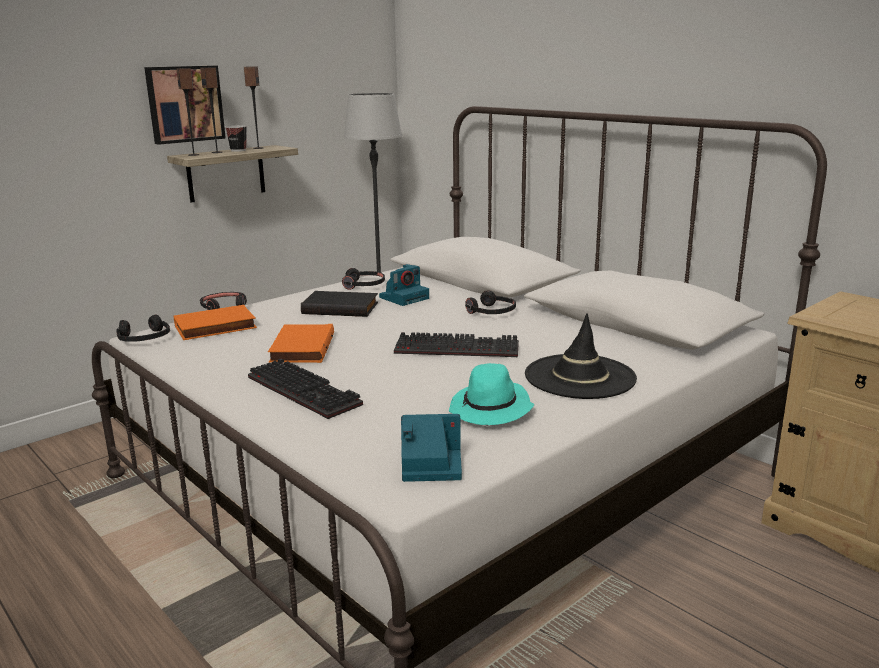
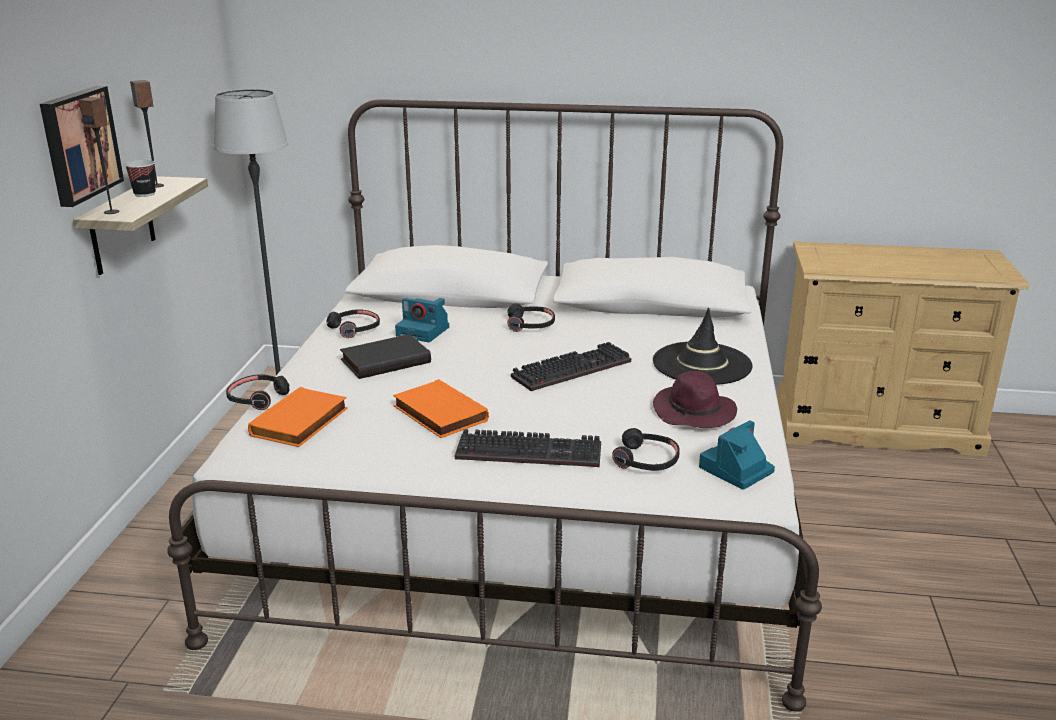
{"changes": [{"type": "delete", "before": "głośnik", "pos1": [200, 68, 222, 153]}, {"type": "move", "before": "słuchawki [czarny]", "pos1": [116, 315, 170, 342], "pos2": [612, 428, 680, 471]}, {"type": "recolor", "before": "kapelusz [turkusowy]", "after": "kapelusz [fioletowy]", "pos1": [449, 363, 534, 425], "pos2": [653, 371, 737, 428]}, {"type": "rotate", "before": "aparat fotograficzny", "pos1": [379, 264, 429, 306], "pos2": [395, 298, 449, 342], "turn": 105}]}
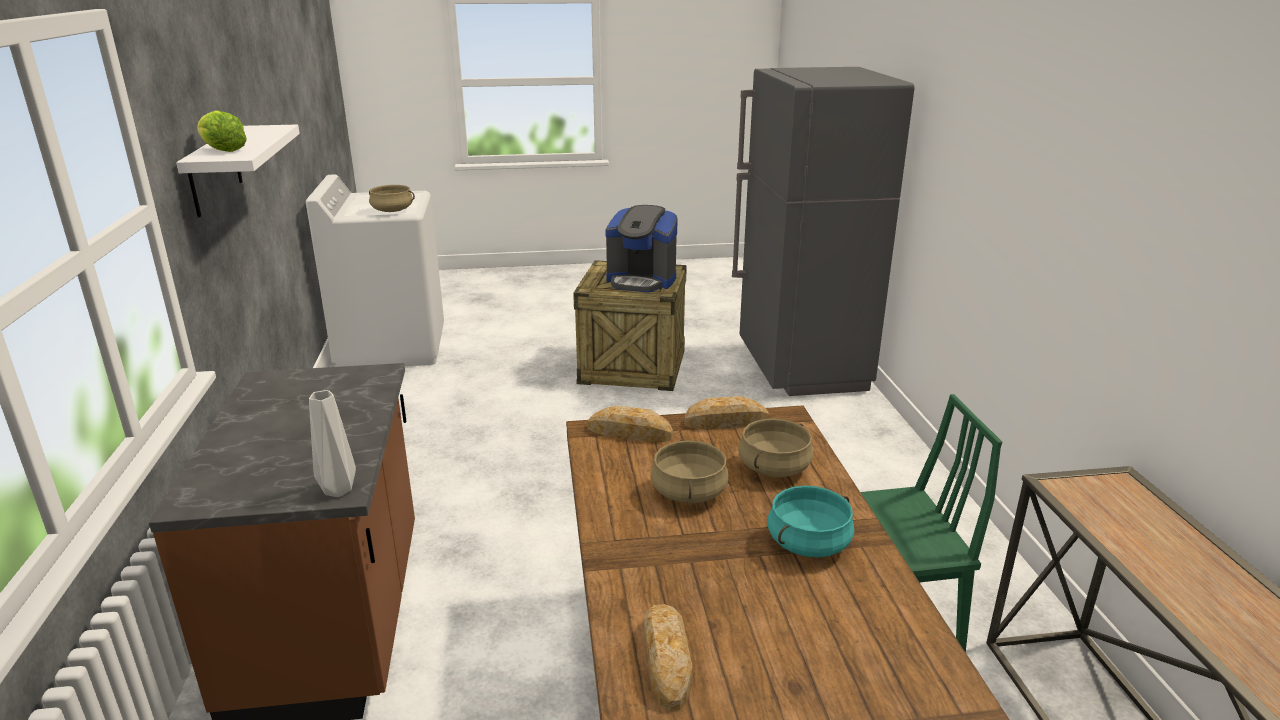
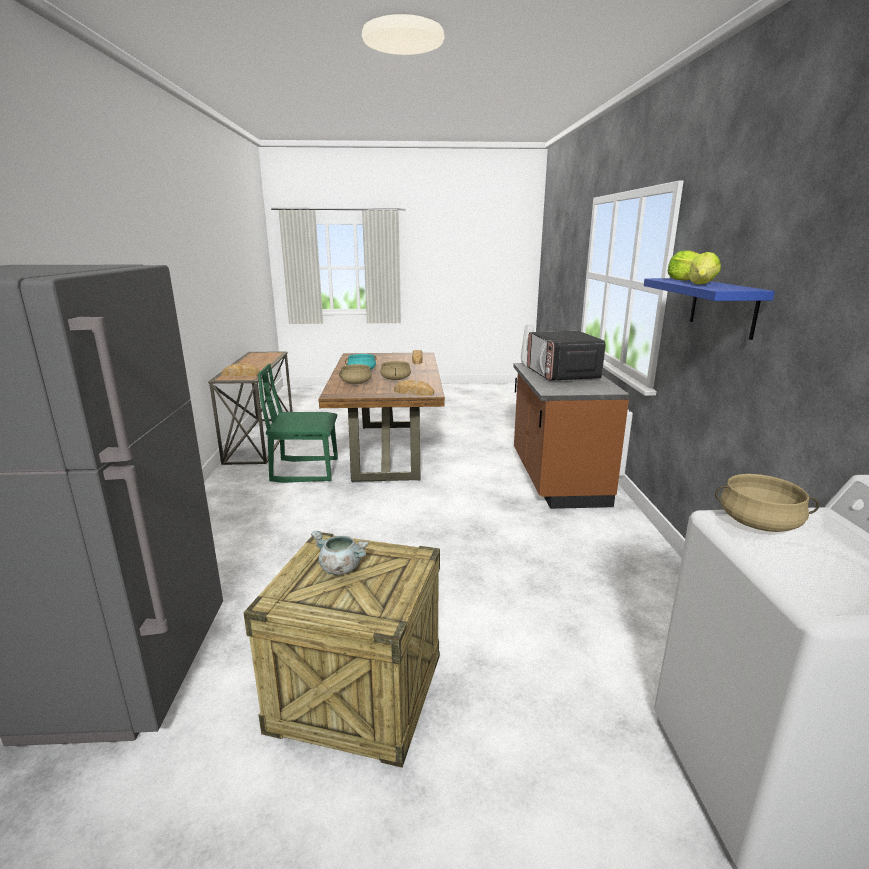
{"changes": [{"type": "insert", "after": "mikrofalówka", "pos2": [527, 331, 605, 381]}, {"type": "insert", "after": "sałata", "pos2": [688, 252, 721, 284]}, {"type": "move", "before": "chleb", "pos1": [684, 396, 769, 430], "pos2": [221, 364, 260, 376]}, {"type": "replace", "before": "ekspres do kawy", "after": "garnek [szary]", "pos1": [606, 205, 678, 293], "pos2": [311, 531, 369, 575]}, {"type": "recolor", "before": "półka [biały]", "after": "półka [niebieski]", "pos1": [176, 124, 300, 217], "pos2": [644, 278, 775, 340]}]}
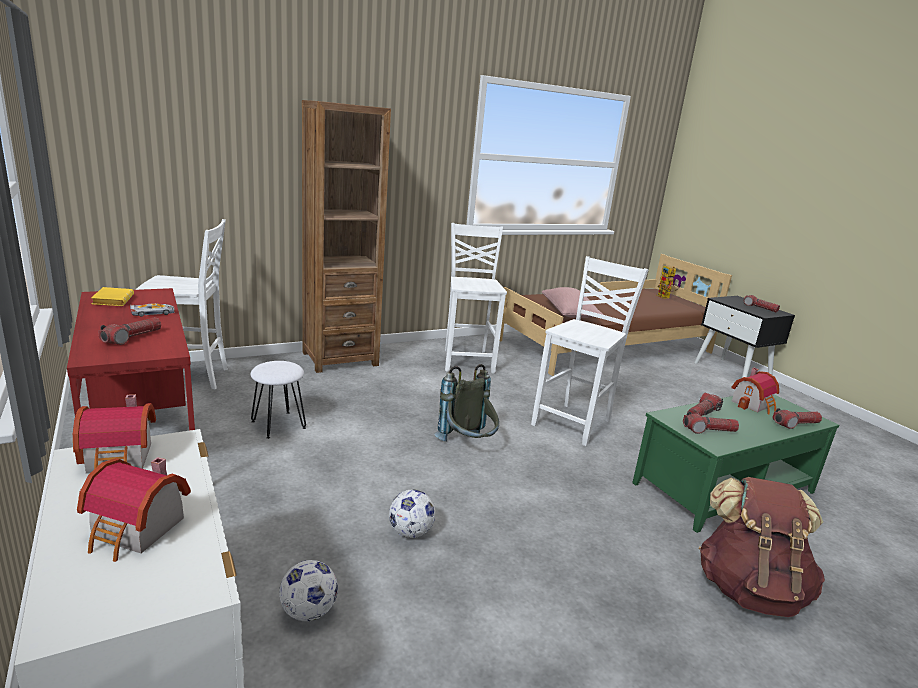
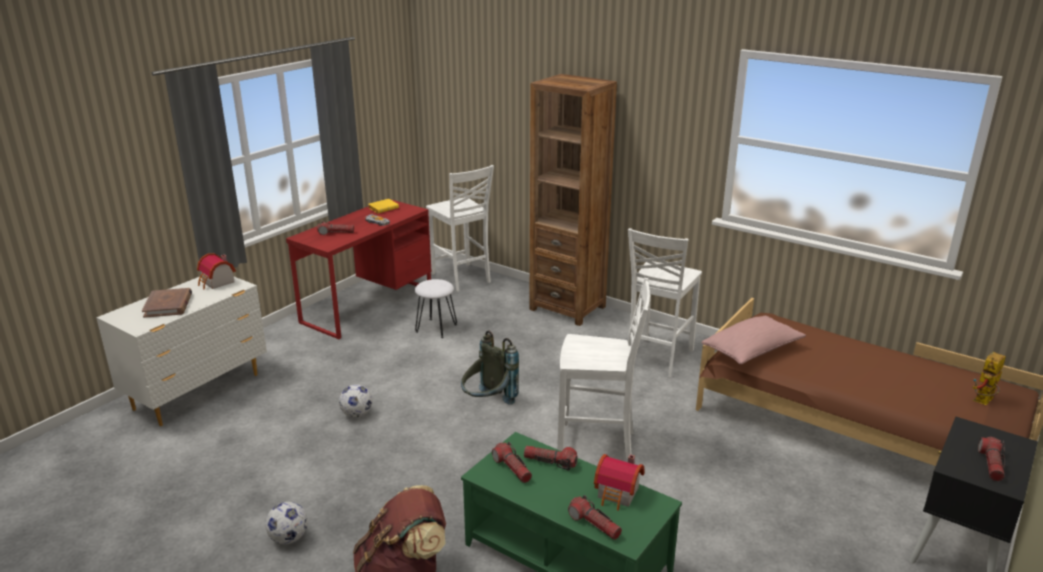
{"changes": [{"type": "move", "before": "piłka futbolowa", "pos1": [279, 560, 338, 621], "pos2": [265, 502, 308, 544]}, {"type": "replace", "before": "domek", "after": "książka [brązowy]", "pos1": [77, 457, 191, 562], "pos2": [142, 288, 192, 318]}, {"type": "rotate", "before": "krzesło [biały]", "pos1": [445, 223, 507, 374], "pos2": [628, 228, 702, 377], "turn": 150}]}
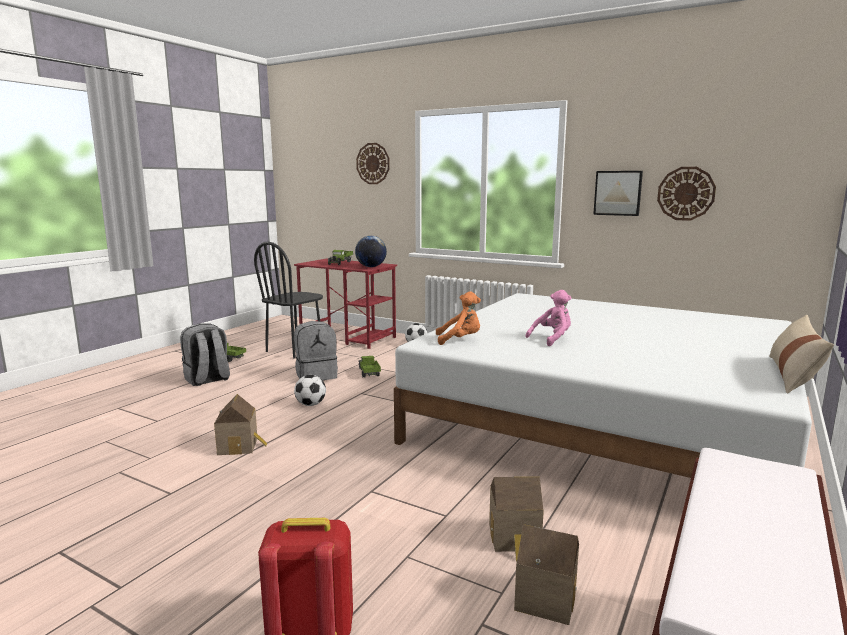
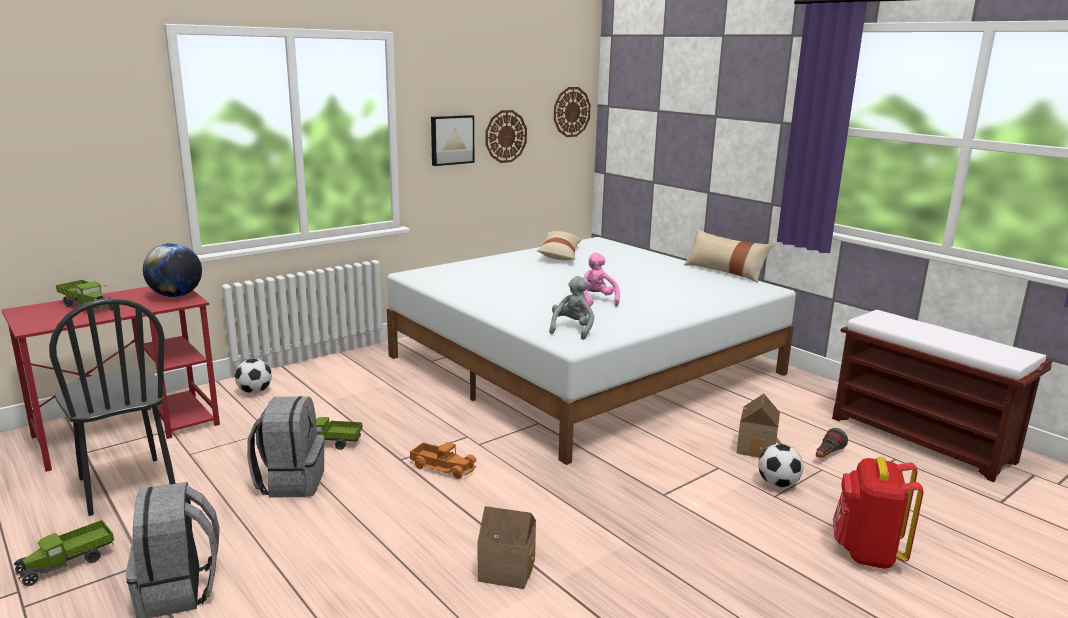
{"changes": [{"type": "insert", "after": "ciężarówka zabawkowa", "pos2": [410, 442, 476, 479]}, {"type": "insert", "after": "poduszka [beżowy]", "pos2": [537, 231, 582, 260]}, {"type": "move", "before": "piłka futbolowa", "pos1": [294, 375, 326, 406], "pos2": [758, 444, 803, 488]}, {"type": "move", "before": "zegar ścienny", "pos1": [356, 143, 390, 184], "pos2": [554, 87, 591, 137]}, {"type": "replace", "before": "domek", "after": "latarka", "pos1": [514, 524, 579, 625], "pos2": [816, 428, 848, 458]}, {"type": "recolor", "before": "pluszak [pomarańczowy]", "after": "pluszak [szary]", "pos1": [436, 291, 481, 345], "pos2": [549, 276, 594, 340]}]}
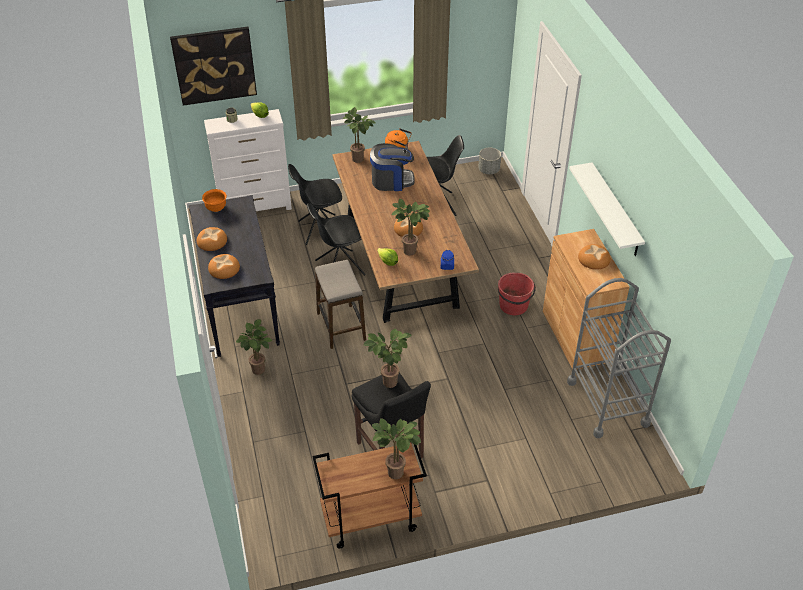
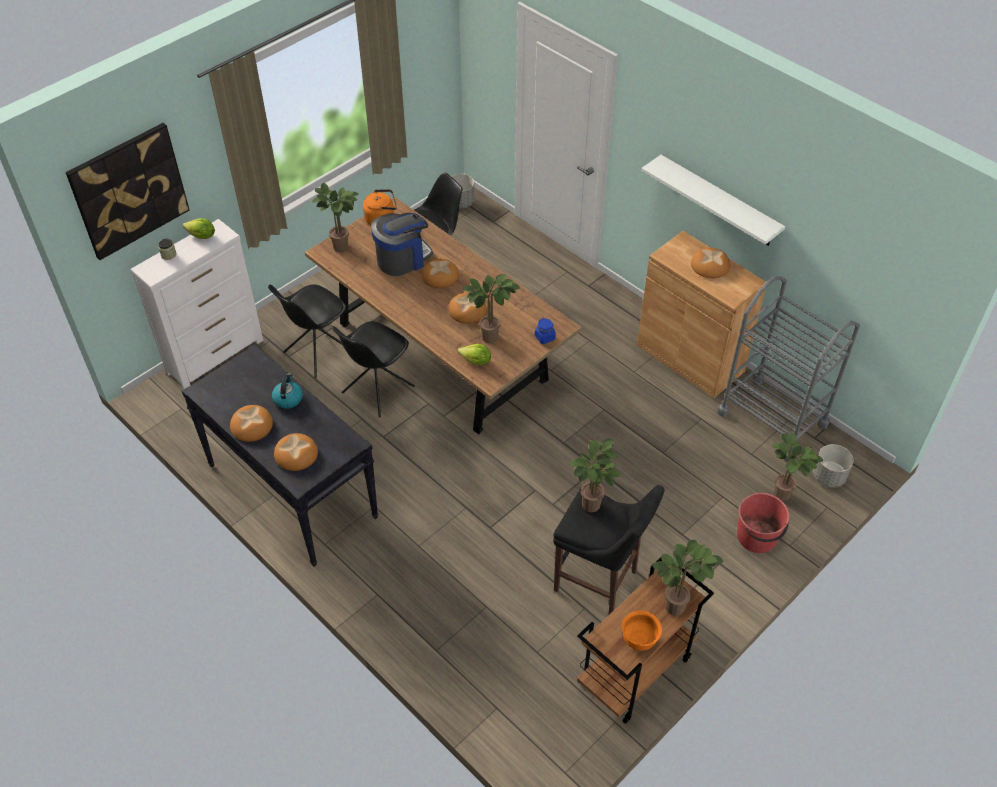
{"changes": [{"type": "delete", "before": "stołek", "pos1": [315, 260, 366, 349]}, {"type": "insert", "after": "czajnik", "pos2": [272, 373, 303, 409]}, {"type": "insert", "after": "chleb", "pos2": [422, 259, 459, 288]}, {"type": "insert", "after": "donica [szary]", "pos2": [813, 444, 854, 488]}, {"type": "move", "before": "miska [pomarańczowy]", "pos1": [202, 189, 227, 212], "pos2": [622, 611, 662, 651]}, {"type": "move", "before": "roślina doniczkowa", "pos1": [236, 319, 272, 375], "pos2": [772, 433, 823, 501]}, {"type": "move", "before": "wiadro [czerwony]", "pos1": [498, 272, 536, 315], "pos2": [737, 493, 790, 553]}]}
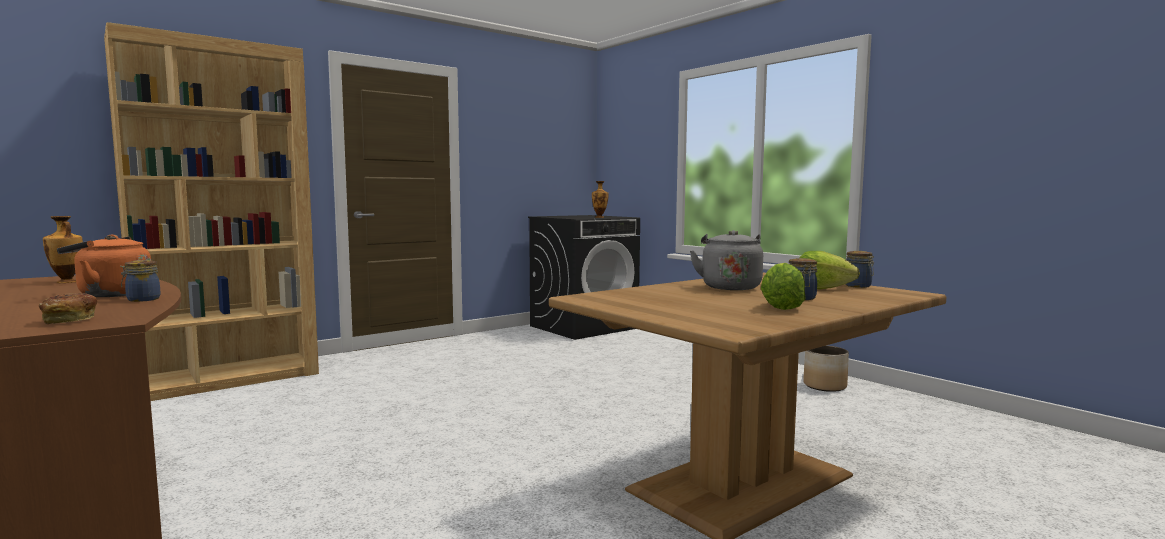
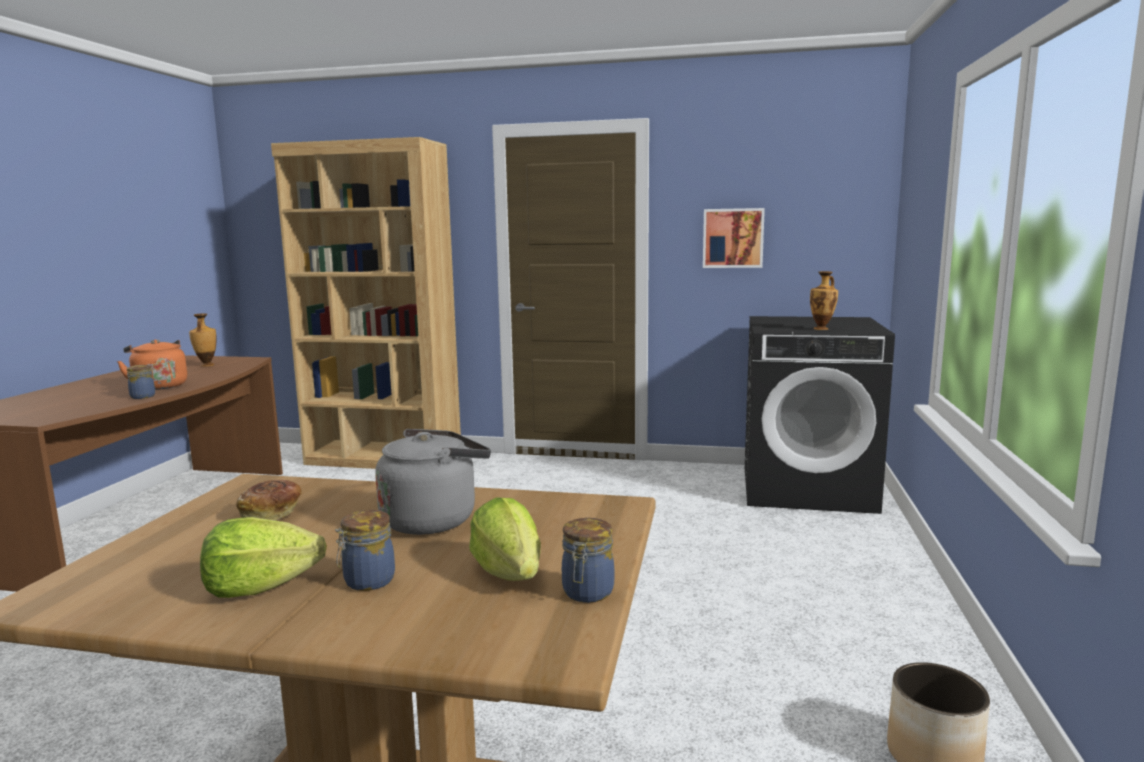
{"changes": [{"type": "insert", "after": "obraz", "pos2": [703, 208, 765, 268]}, {"type": "move", "before": "chleb", "pos1": [39, 293, 97, 324], "pos2": [236, 480, 302, 520]}]}
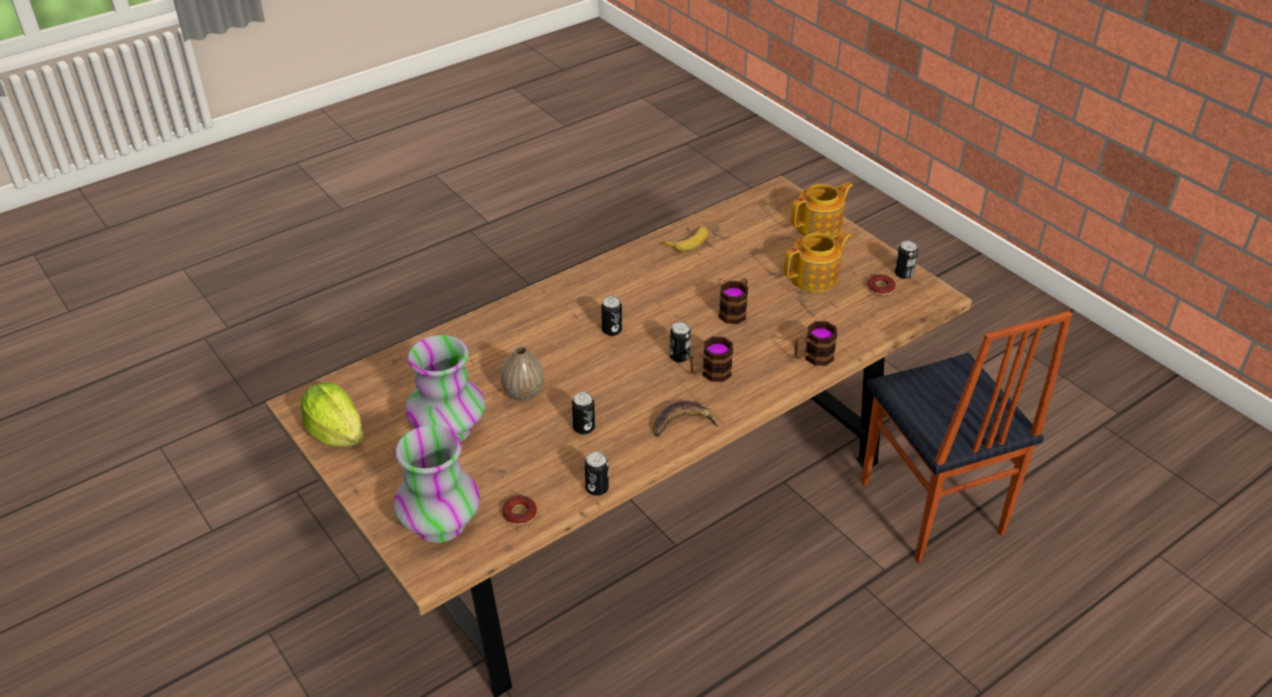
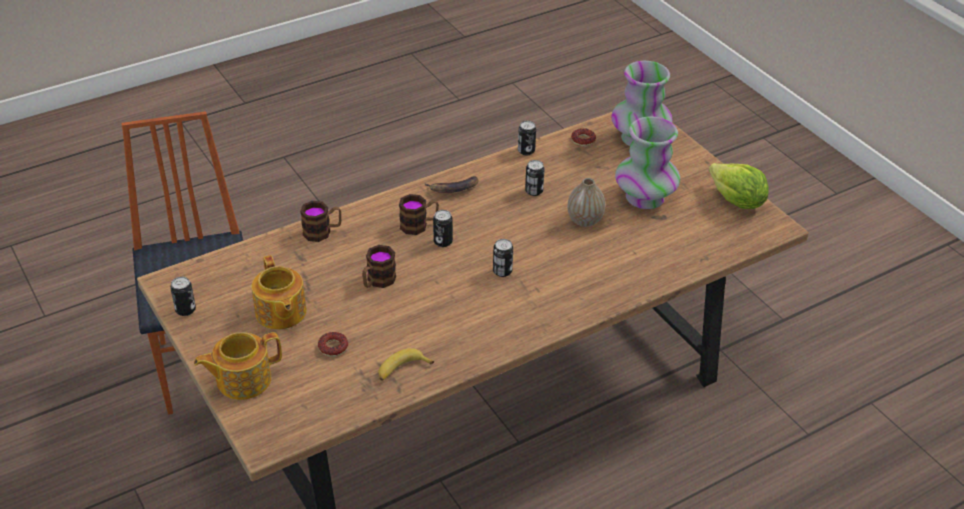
{"changes": [{"type": "move", "before": "donut", "pos1": [867, 274, 896, 296], "pos2": [318, 332, 348, 357]}, {"type": "rotate", "before": "imbryk", "pos1": [784, 232, 852, 292], "pos2": [251, 255, 307, 330], "turn": -90}]}
